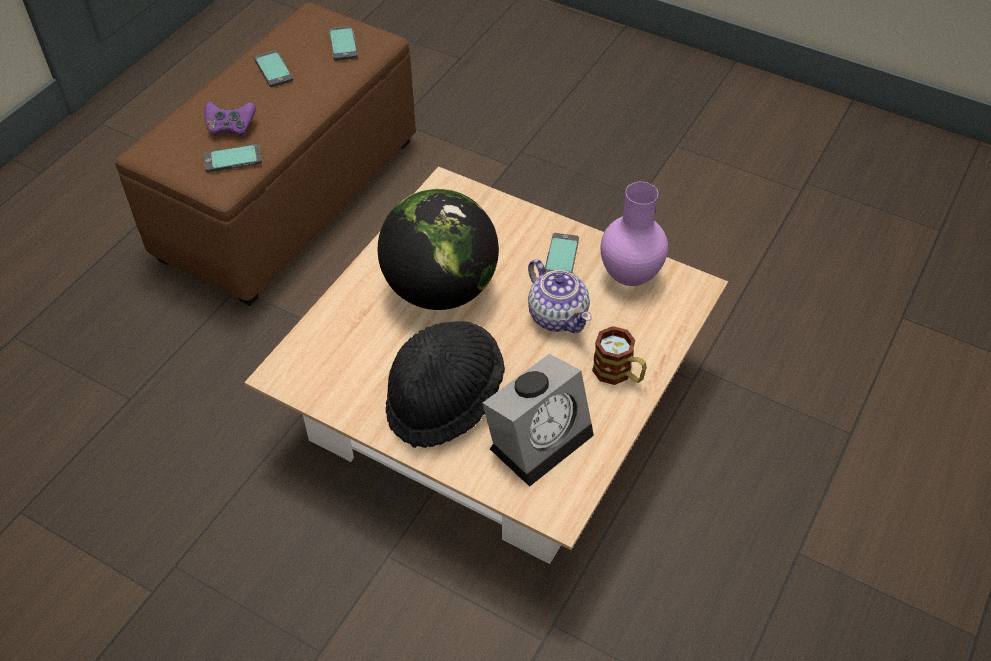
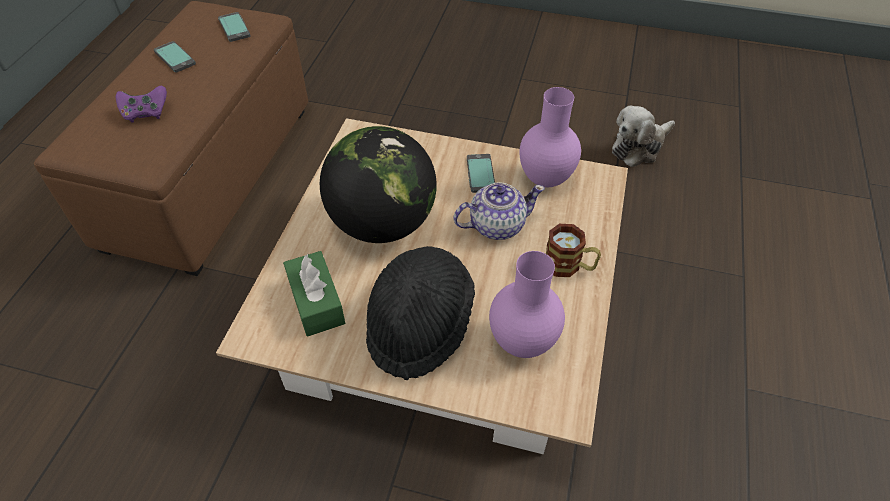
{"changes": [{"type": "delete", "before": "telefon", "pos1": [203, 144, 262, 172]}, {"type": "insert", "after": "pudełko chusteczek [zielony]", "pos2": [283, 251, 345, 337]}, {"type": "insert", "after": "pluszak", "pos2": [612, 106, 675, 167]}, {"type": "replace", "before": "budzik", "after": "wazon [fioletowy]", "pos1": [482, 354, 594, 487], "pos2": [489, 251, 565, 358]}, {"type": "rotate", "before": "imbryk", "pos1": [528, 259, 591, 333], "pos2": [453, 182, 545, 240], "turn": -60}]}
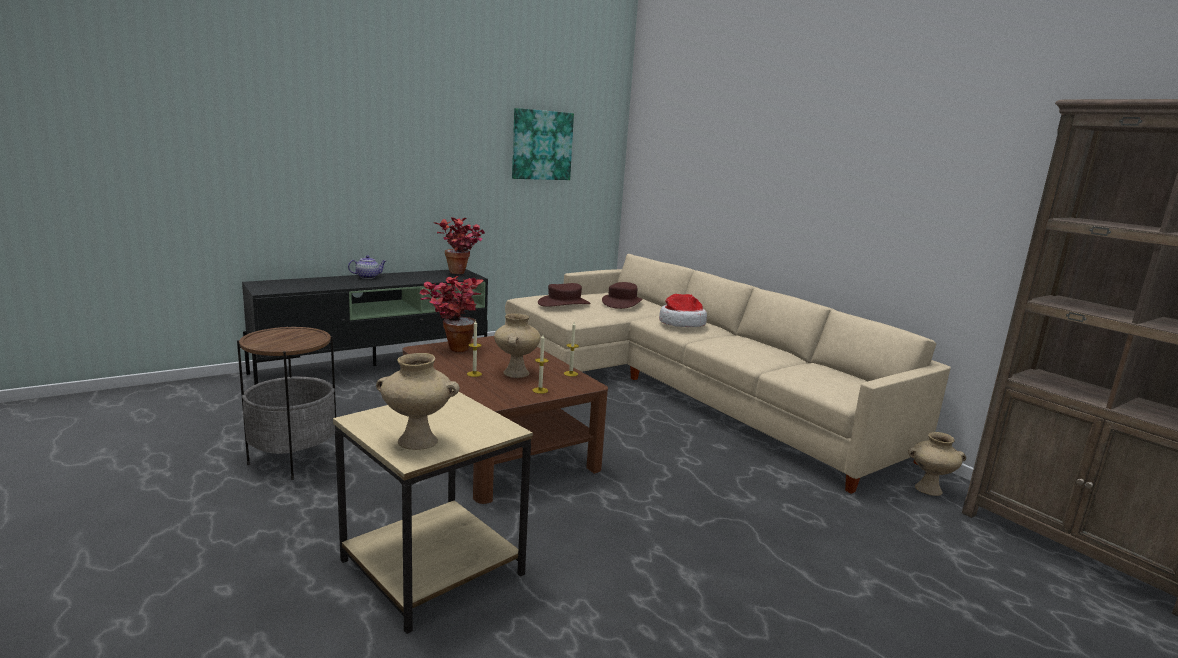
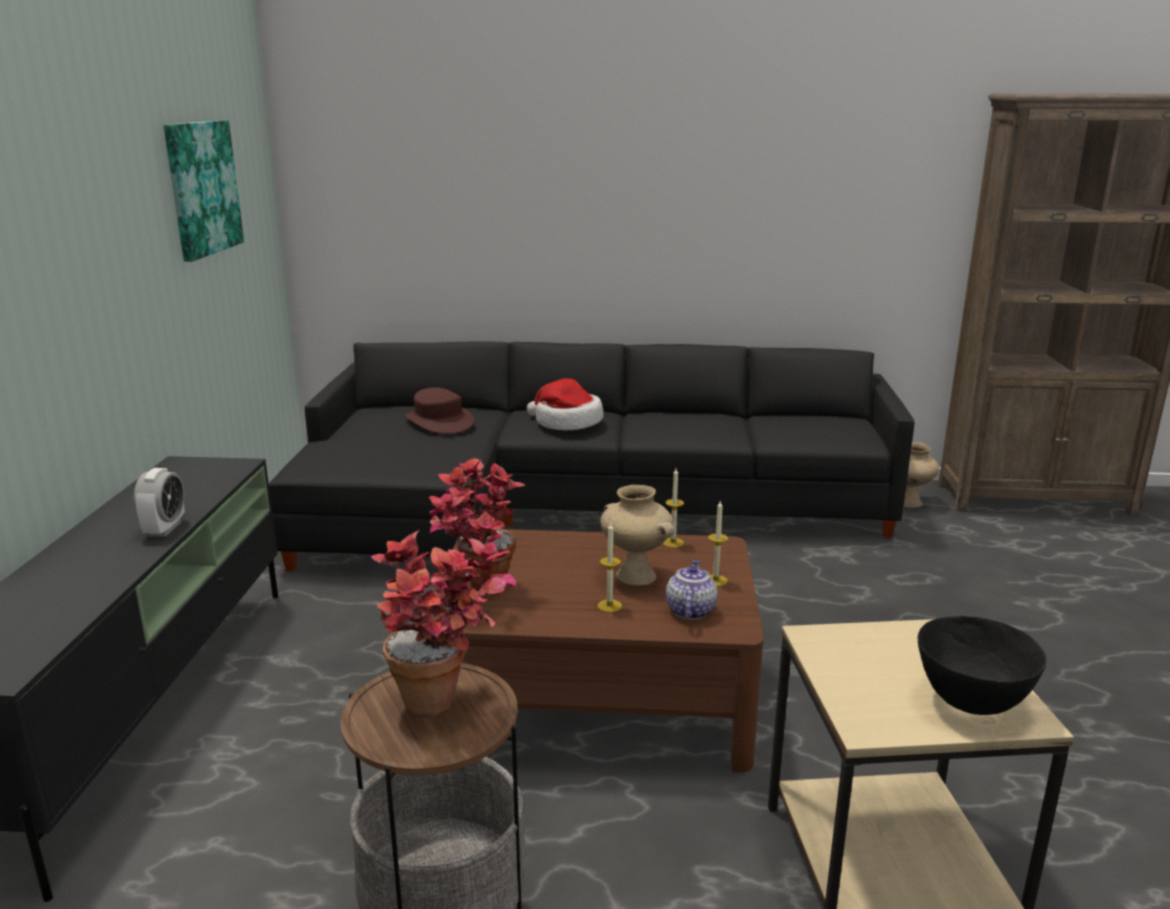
{"changes": [{"type": "delete", "before": "kapelusz [brązowy]", "pos1": [538, 283, 591, 307]}, {"type": "insert", "after": "budzik", "pos2": [134, 468, 185, 537]}, {"type": "move", "before": "imbryk", "pos1": [348, 255, 386, 279], "pos2": [666, 559, 717, 619]}, {"type": "move", "before": "roślina doniczkowa", "pos1": [434, 217, 485, 274], "pos2": [371, 530, 517, 718]}, {"type": "replace", "before": "wazon [beżowy]", "after": "miska [czarny]", "pos1": [376, 353, 460, 450], "pos2": [918, 616, 1046, 715]}, {"type": "recolor", "before": "kanapa [beżowy]", "after": "kanapa [czarny]", "pos1": [505, 254, 951, 494], "pos2": [269, 341, 915, 571]}]}
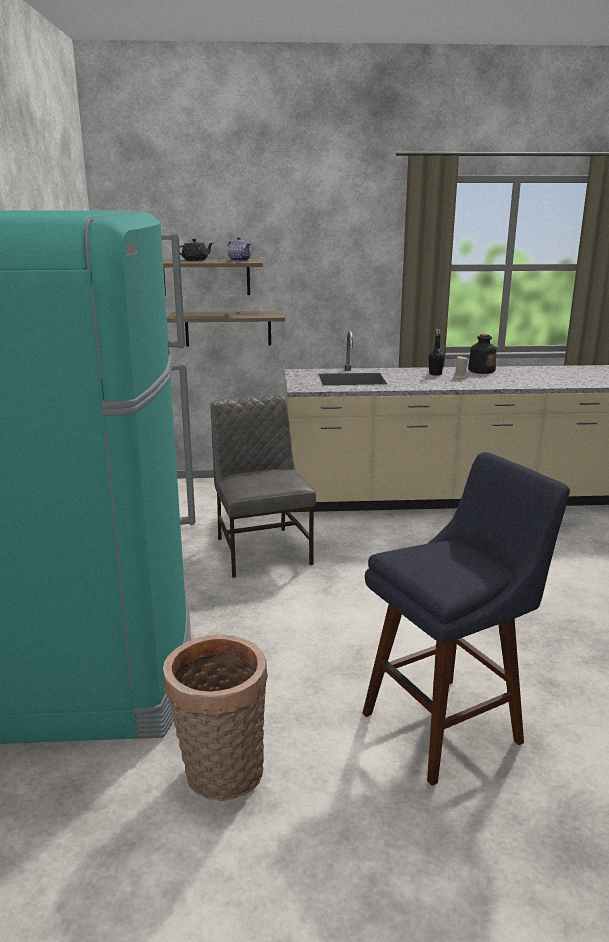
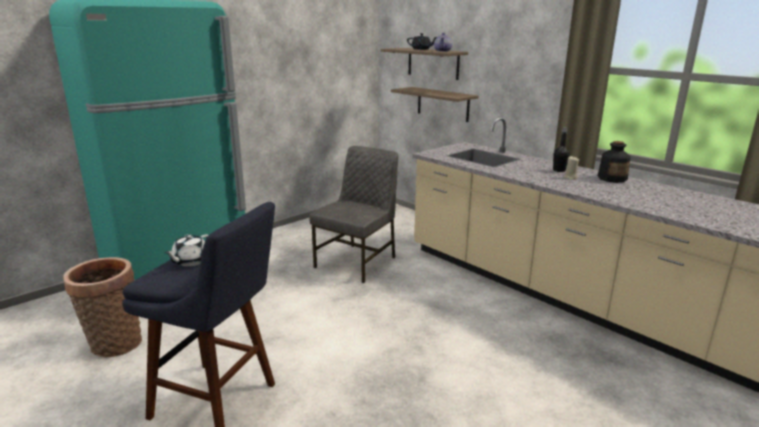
{"changes": [{"type": "insert", "after": "imbryk [biały]", "pos2": [165, 234, 209, 267]}]}
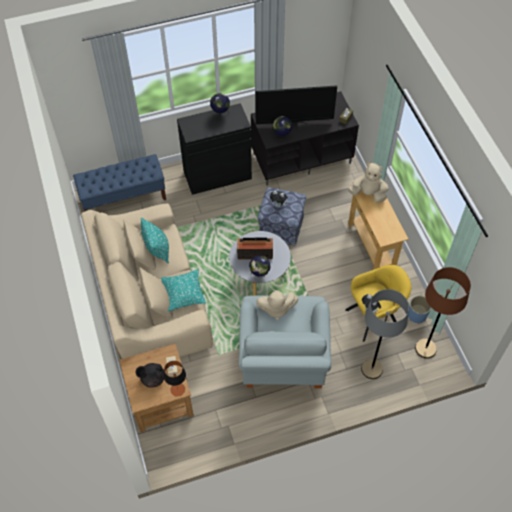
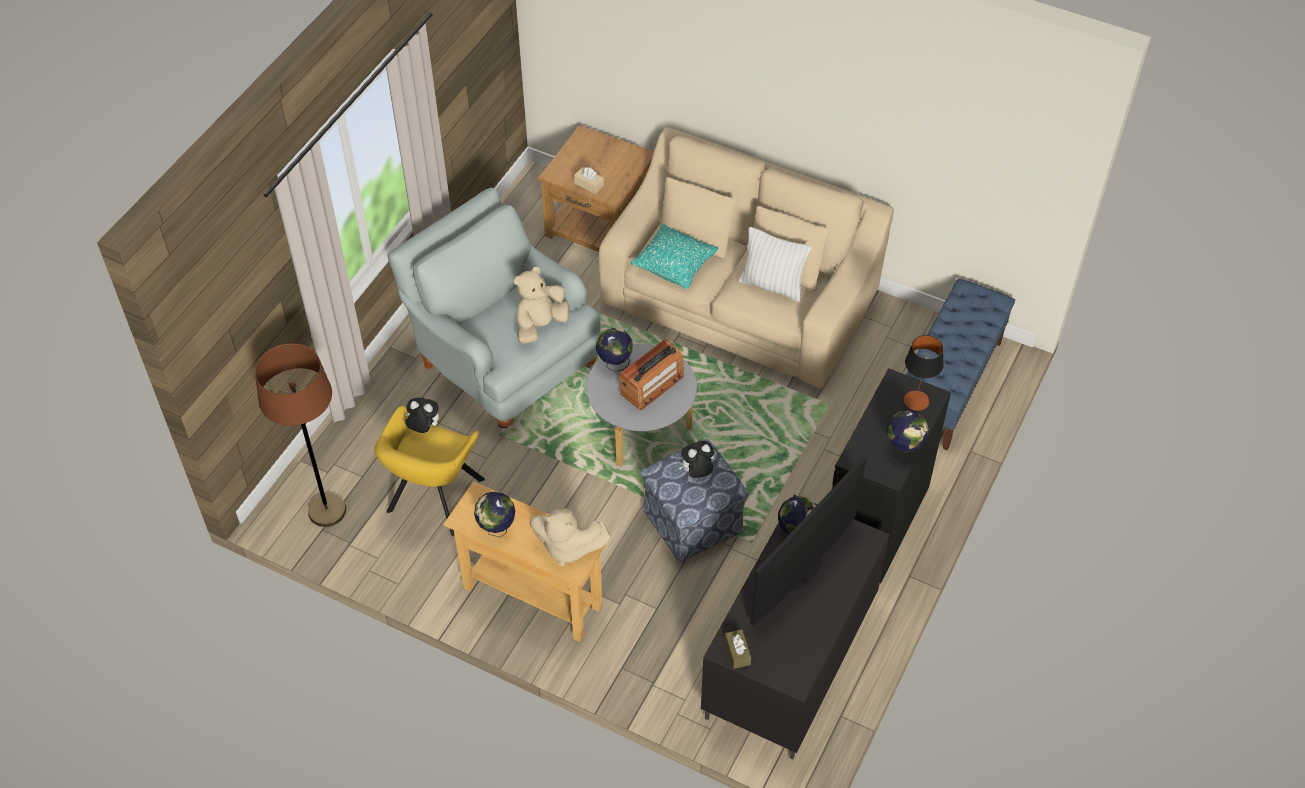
{"changes": [{"type": "delete", "before": "imbryk [czarny]", "pos1": [136, 363, 164, 388]}, {"type": "delete", "before": "lampa stojąca [szary]", "pos1": [361, 289, 409, 379]}, {"type": "delete", "before": "donica [niebieski]", "pos1": [408, 296, 431, 324]}, {"type": "insert", "after": "globus", "pos2": [474, 492, 515, 538]}, {"type": "move", "before": "lampa stołowa", "pos1": [164, 361, 186, 397], "pos2": [904, 335, 944, 411]}, {"type": "recolor", "before": "poduszka [turkusowy]", "after": "poduszka [biały]", "pos1": [141, 217, 169, 263], "pos2": [739, 227, 811, 302]}, {"type": "rotate", "before": "pluszak [beżowy]", "pos1": [348, 162, 389, 203], "pos2": [530, 508, 611, 566], "turn": 45}]}
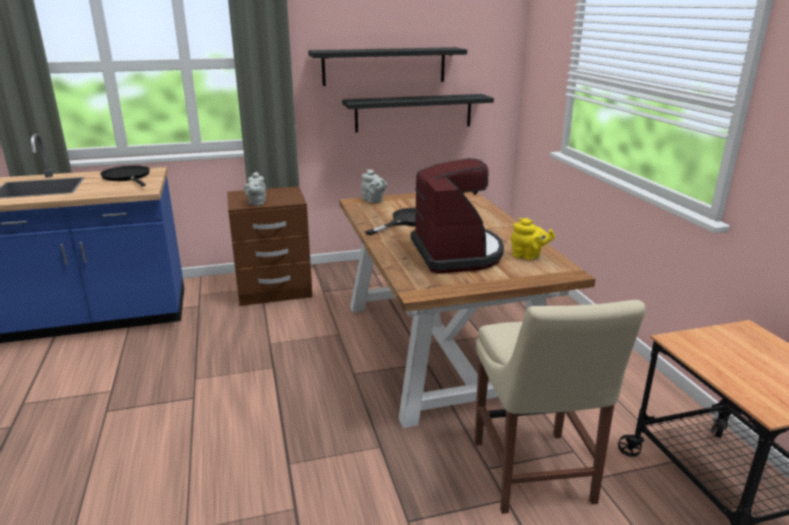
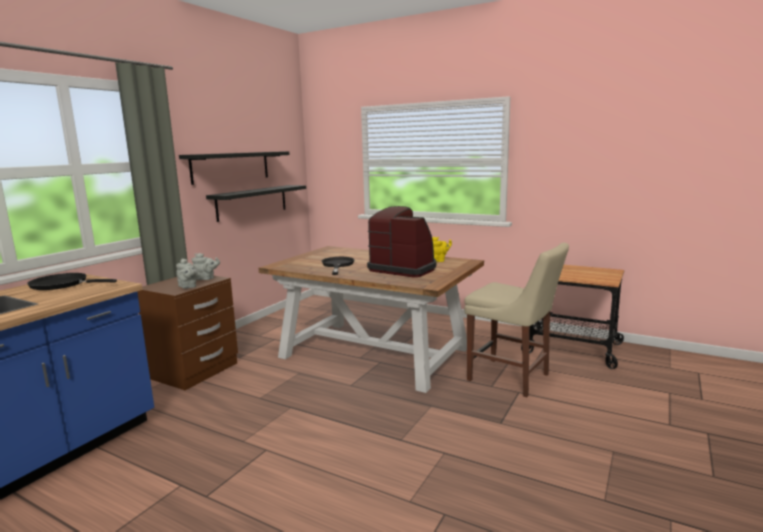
{"changes": [{"type": "move", "before": "imbryk [szary]", "pos1": [361, 169, 387, 203], "pos2": [192, 253, 220, 280]}]}
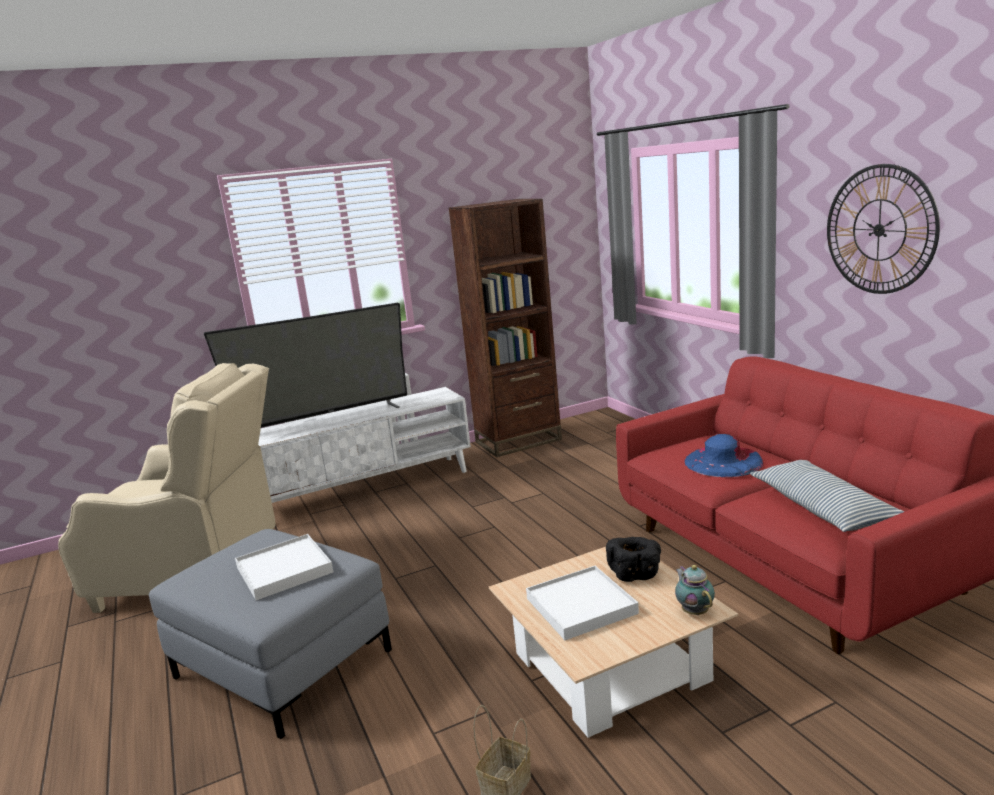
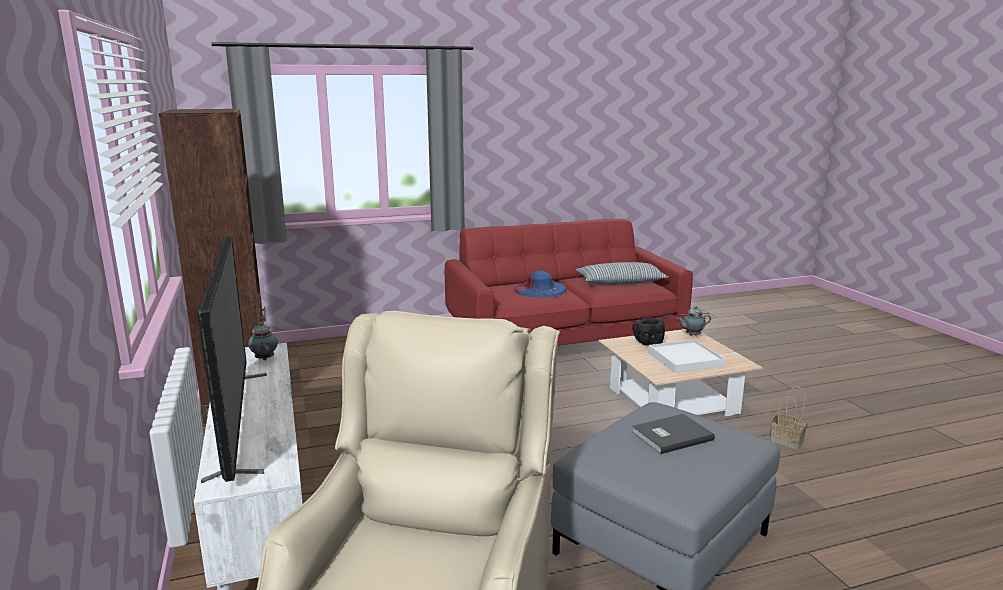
{"changes": [{"type": "delete", "before": "zegar ścienny", "pos1": [827, 164, 940, 294]}, {"type": "insert", "after": "imbryk", "pos2": [248, 322, 278, 360]}, {"type": "replace", "before": "taca [biały]", "after": "książka [szary]", "pos1": [235, 534, 333, 600], "pos2": [632, 414, 715, 454]}]}
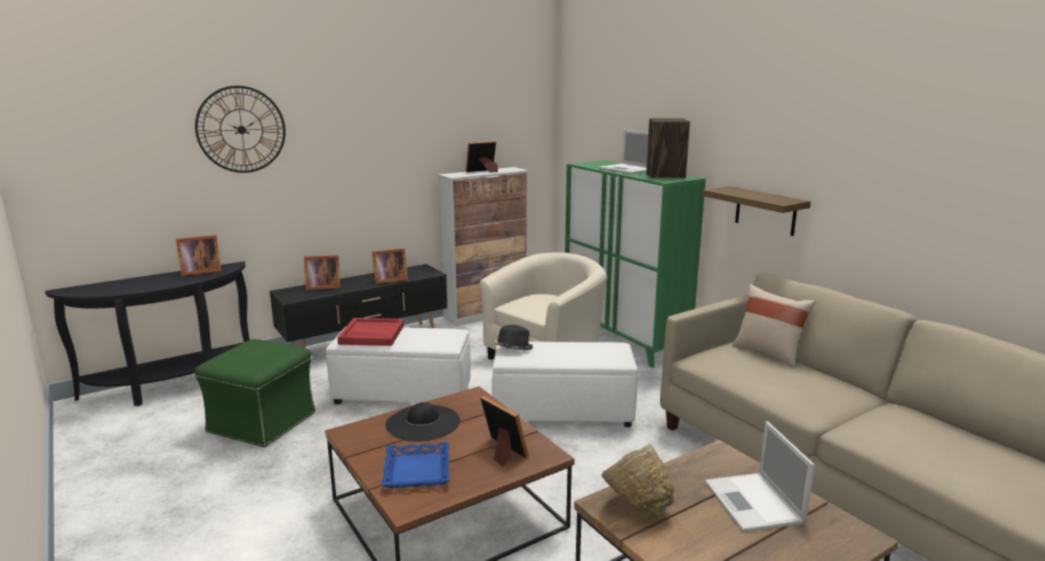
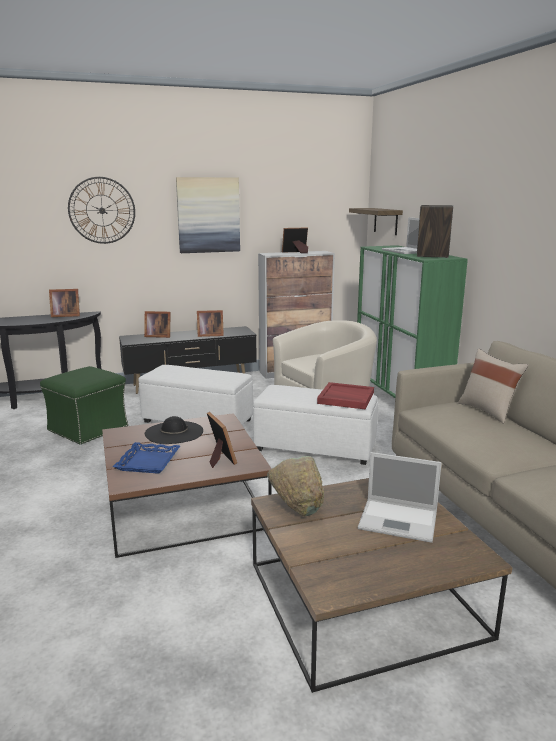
{"changes": [{"type": "delete", "before": "kapelusz [czarny]", "pos1": [494, 325, 533, 351]}, {"type": "insert", "after": "obraz", "pos2": [176, 177, 240, 253]}, {"type": "move", "before": "taca [czerwony]", "pos1": [337, 318, 404, 346], "pos2": [317, 382, 374, 409]}, {"type": "move", "before": "półka", "pos1": [702, 186, 811, 236], "pos2": [349, 208, 403, 235]}, {"type": "rotate", "before": "laptop", "pos1": [705, 421, 815, 532], "pos2": [358, 452, 442, 543], "turn": -75}]}
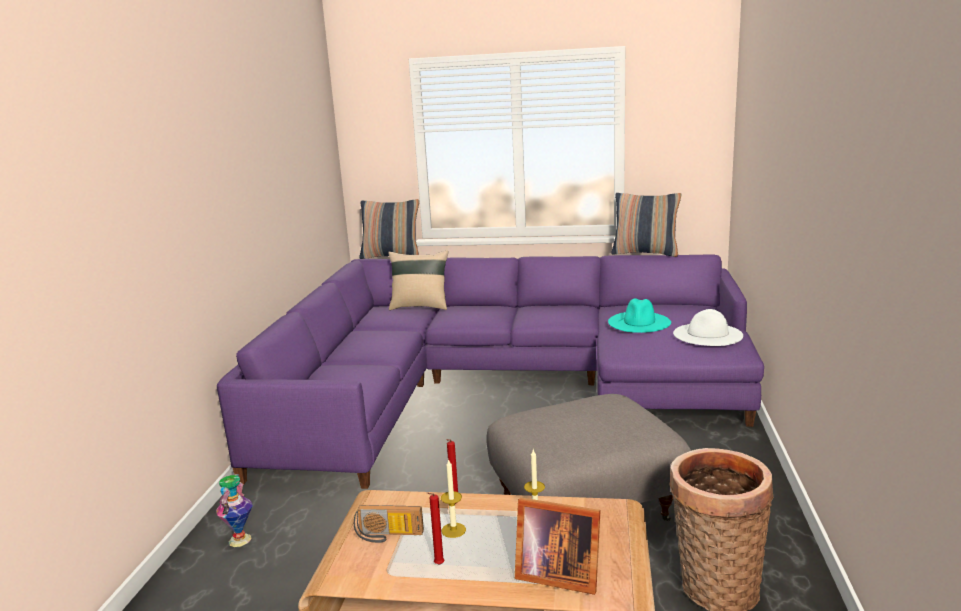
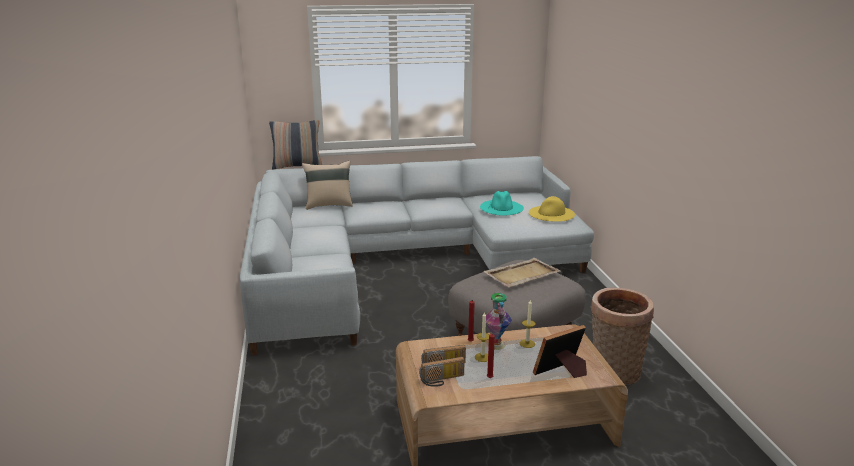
{"changes": [{"type": "delete", "before": "poduszka", "pos1": [611, 193, 681, 257]}, {"type": "insert", "after": "radio", "pos2": [419, 357, 465, 387]}, {"type": "insert", "after": "taca [beżowy]", "pos2": [483, 258, 561, 287]}, {"type": "move", "before": "wazon", "pos1": [216, 474, 253, 547], "pos2": [486, 292, 512, 350]}, {"type": "recolor", "before": "kanapa [fioletowy]", "after": "kanapa [szary]", "pos1": [217, 254, 764, 489], "pos2": [240, 156, 594, 355]}, {"type": "recolor", "before": "kapelusz [biały]", "after": "kapelusz [żółty]", "pos1": [673, 309, 743, 346], "pos2": [529, 196, 575, 222]}, {"type": "rotate", "before": "ramka na zdjęcie", "pos1": [515, 497, 601, 595], "pos2": [533, 325, 587, 378], "turn": 150}]}
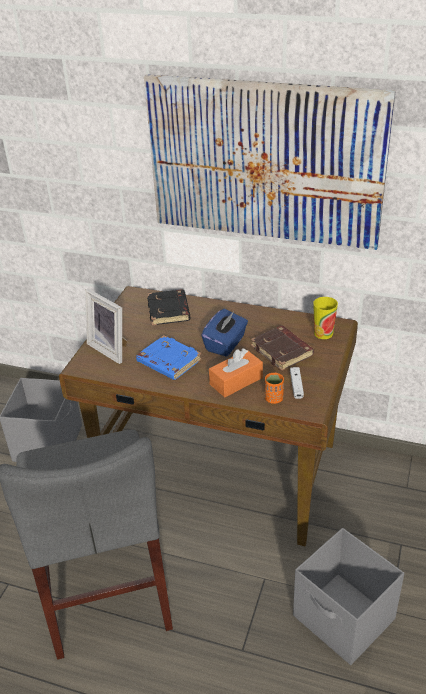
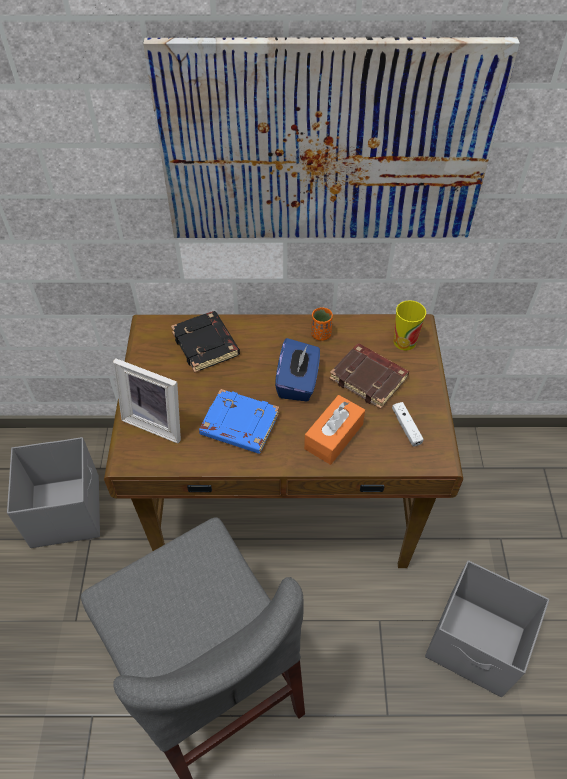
{"changes": [{"type": "move", "before": "filiżanka [pomarańczowy]", "pos1": [265, 373, 284, 404], "pos2": [311, 307, 333, 341]}]}
